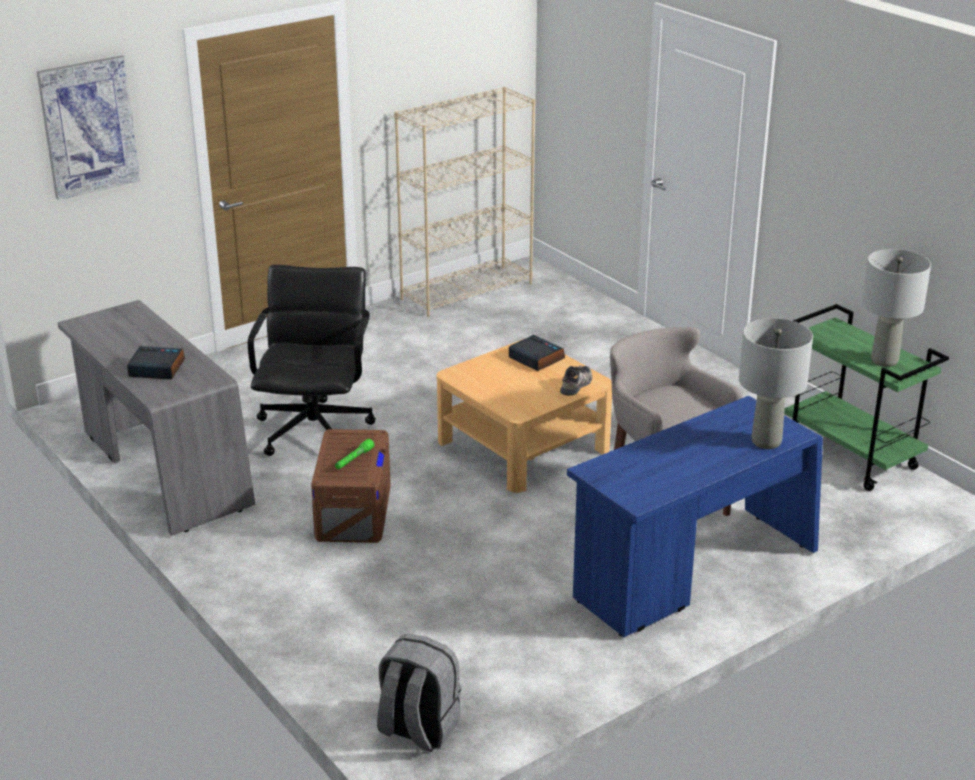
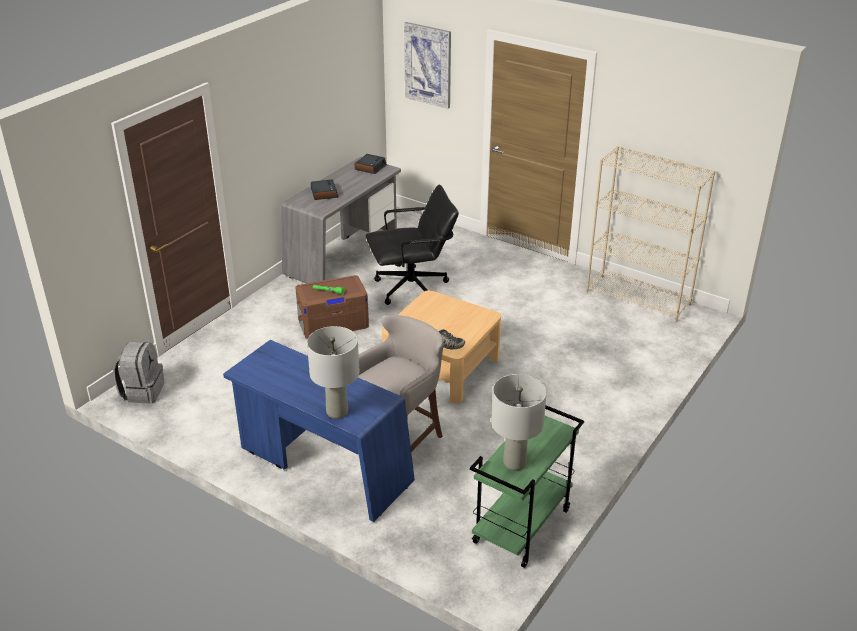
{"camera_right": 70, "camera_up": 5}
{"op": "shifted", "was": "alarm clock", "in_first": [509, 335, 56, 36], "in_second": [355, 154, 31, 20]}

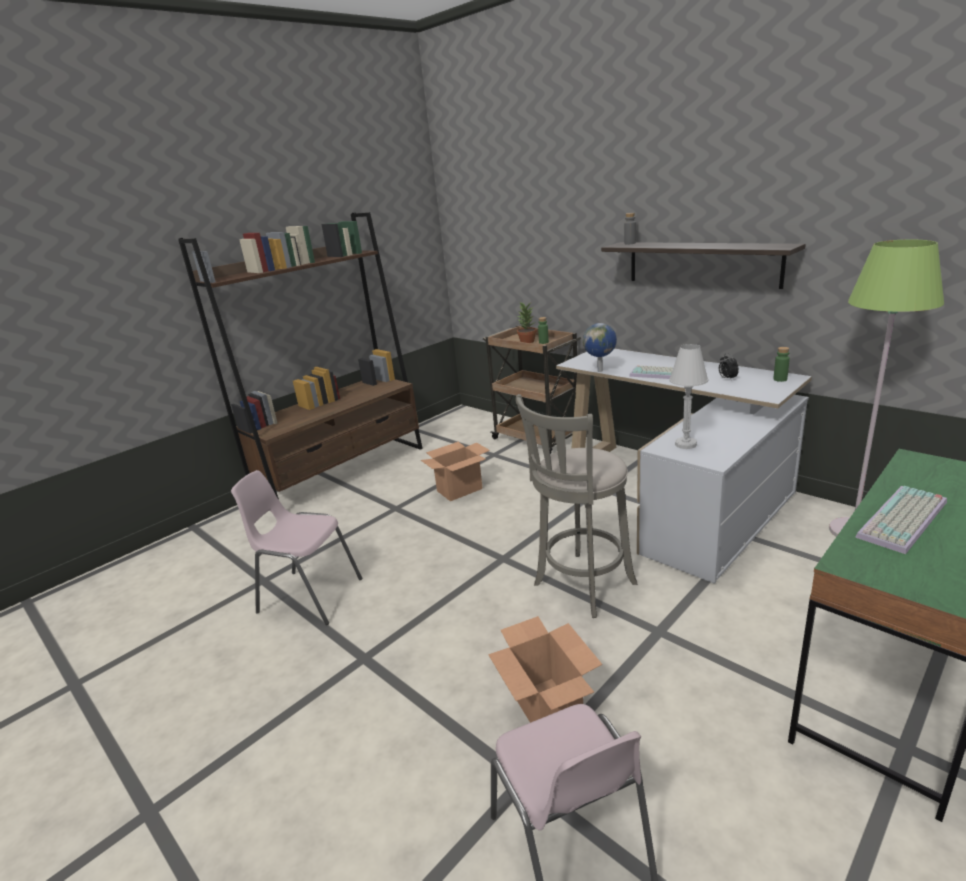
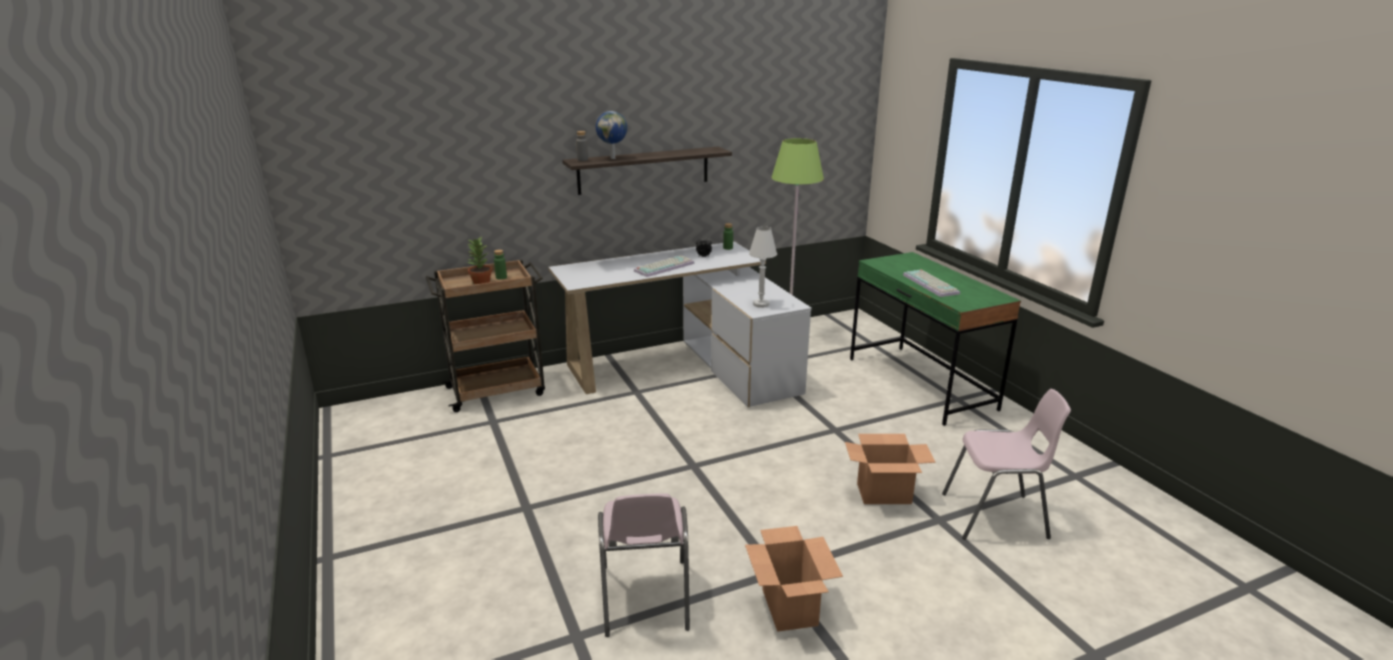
{"camera_right": -70, "camera_up": 0}
{"op": "shifted", "was": "globe", "in_first": [583, 323, 34, 49], "in_second": [596, 111, 31, 48]}
{"op": "rotated", "was": "pink chair", "in_first": [231, 470, 131, 155], "in_second": [598, 494, 92, 143], "clockwise": -45}
{"op": "shifted", "was": "cardboard box", "in_first": [421, 442, 69, 59], "in_second": [745, 526, 98, 106]}
{"op": "gone", "was": "brown bookcase", "in_first": [178, 212, 245, 288]}
{"op": "gone", "was": "grey stool", "in_first": [516, 394, 122, 224]}

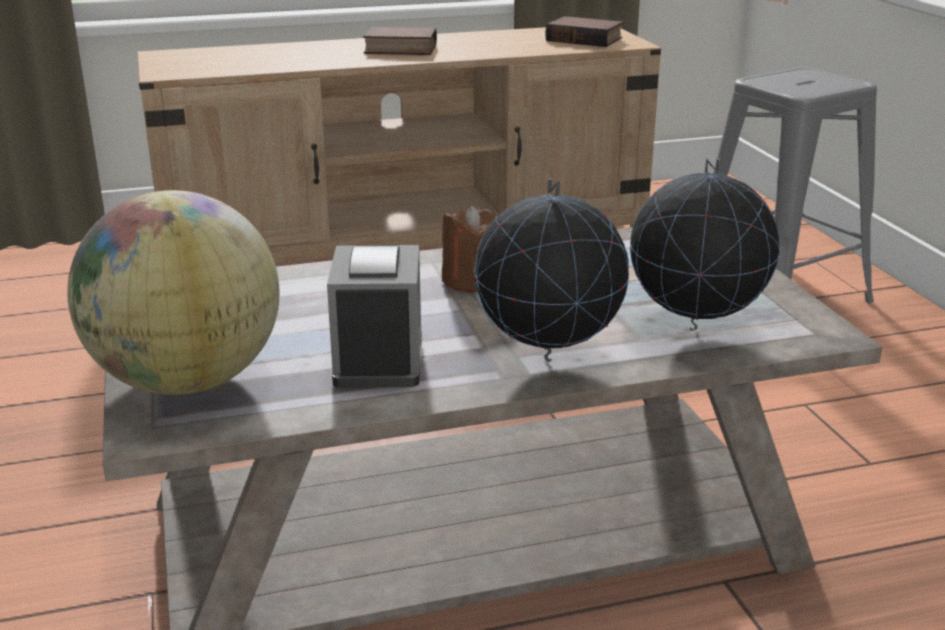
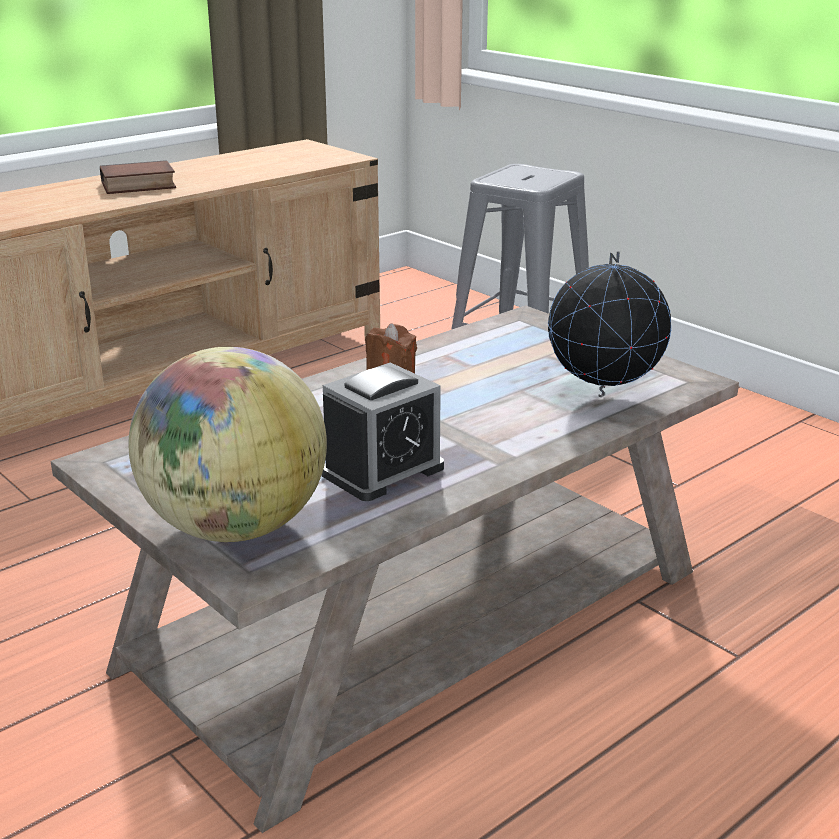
{"camera_right": -25, "camera_up": 0}
{"op": "rotated", "was": "alarm clock", "in_first": [327, 245, 94, 143], "in_second": [322, 362, 122, 139], "clockwise": 75}
{"op": "gone", "was": "globe", "in_first": [474, 178, 155, 184]}
{"op": "gone", "was": "book", "in_first": [545, 16, 78, 31]}

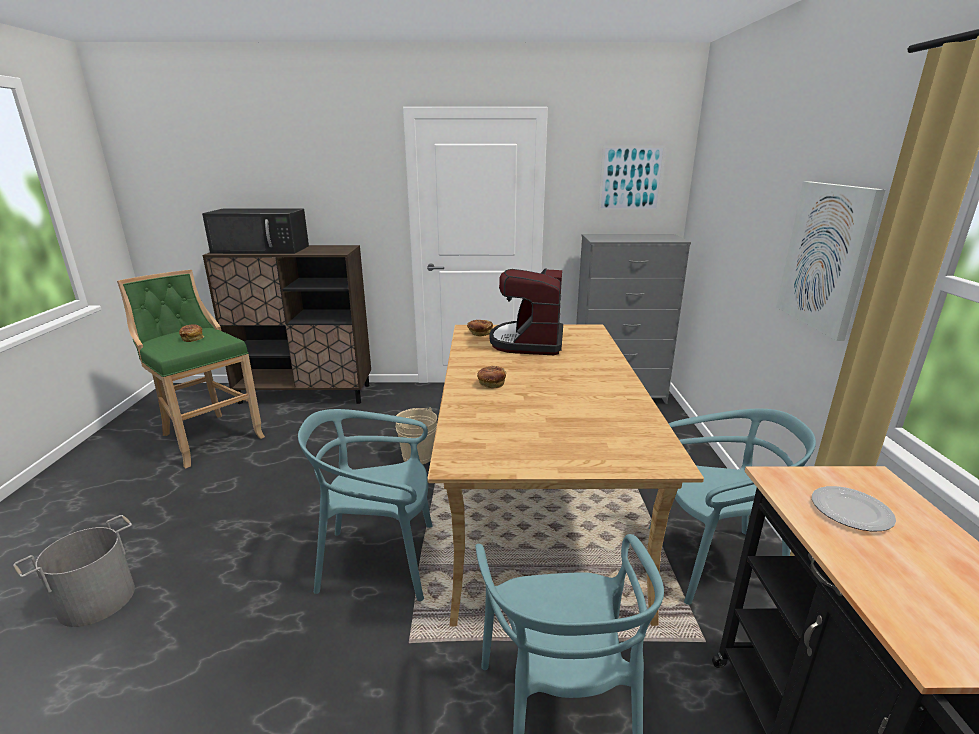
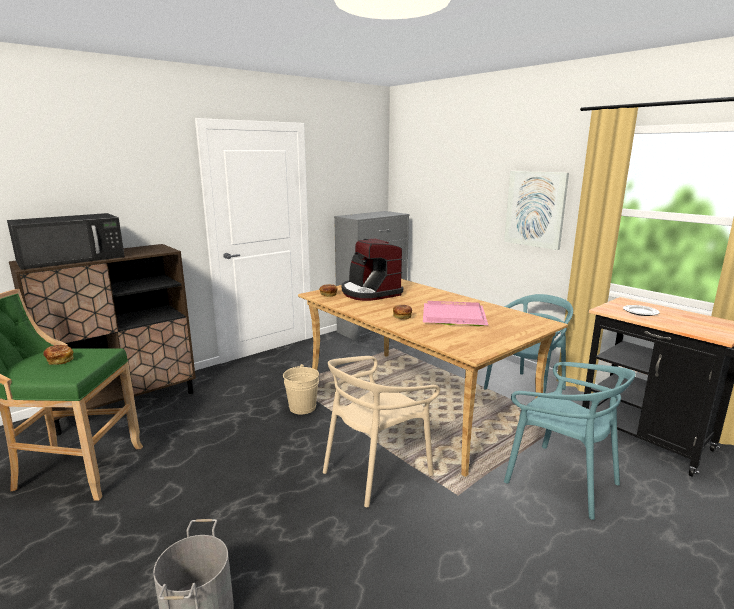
{"camera_right": -40, "camera_up": -5}
{"op": "repainted", "was": "turquoise chair", "now": "beige chair", "in_first": [298, 409, 135, 192], "in_second": [323, 356, 117, 151]}
{"op": "new", "now": "pink tray", "in_second": [423, 301, 65, 25]}
{"op": "gone", "was": "picture", "in_first": [598, 145, 68, 66]}

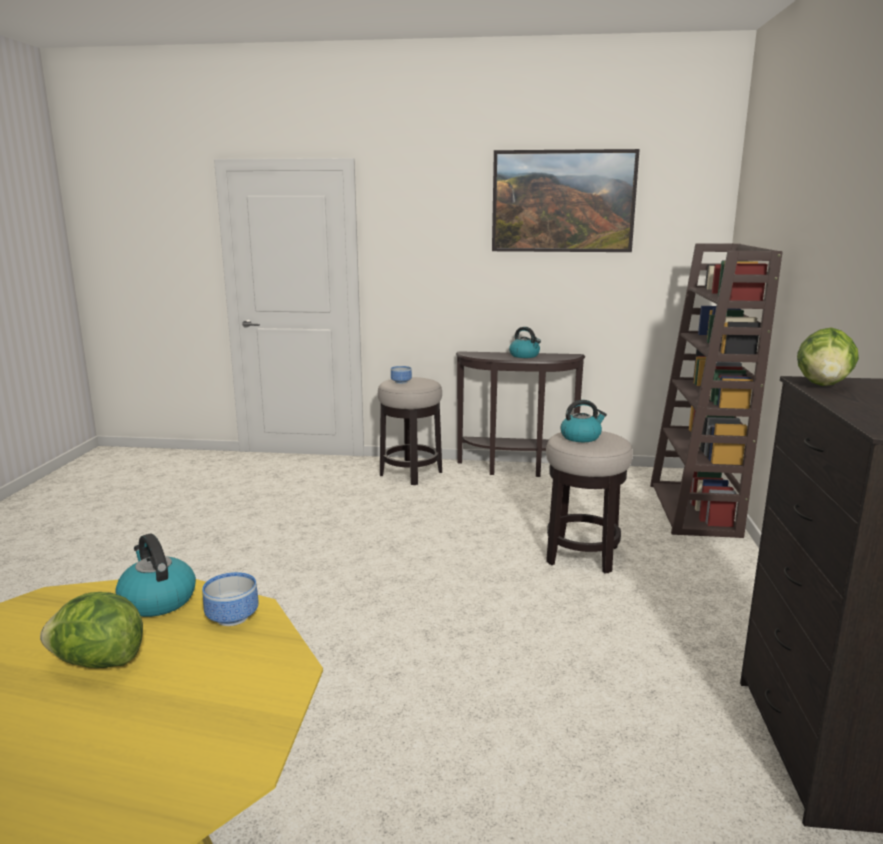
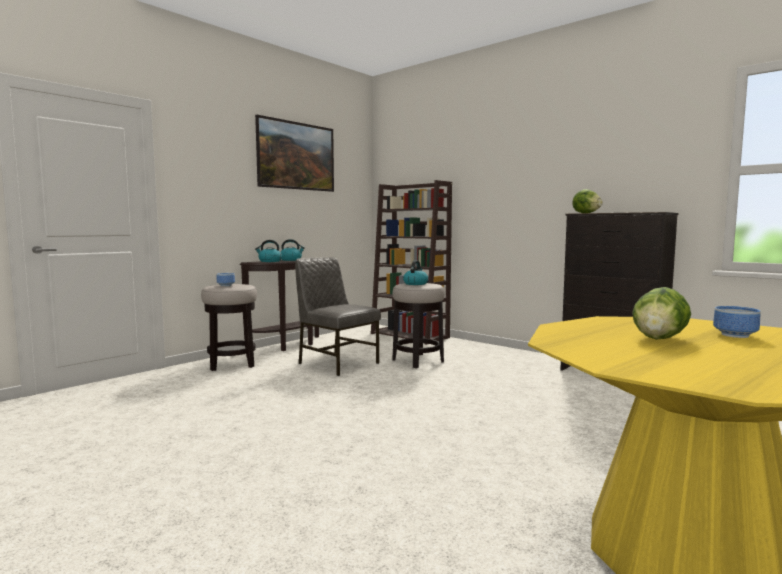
{"camera_right": -55, "camera_up": -10}
{"op": "shifted", "was": "kettle", "in_first": [115, 533, 81, 84], "in_second": [255, 240, 27, 22]}
{"op": "new", "now": "grey chair", "in_second": [295, 257, 86, 119]}
{"op": "shifted", "was": "bowl", "in_first": [202, 572, 57, 54], "in_second": [713, 306, 48, 32]}

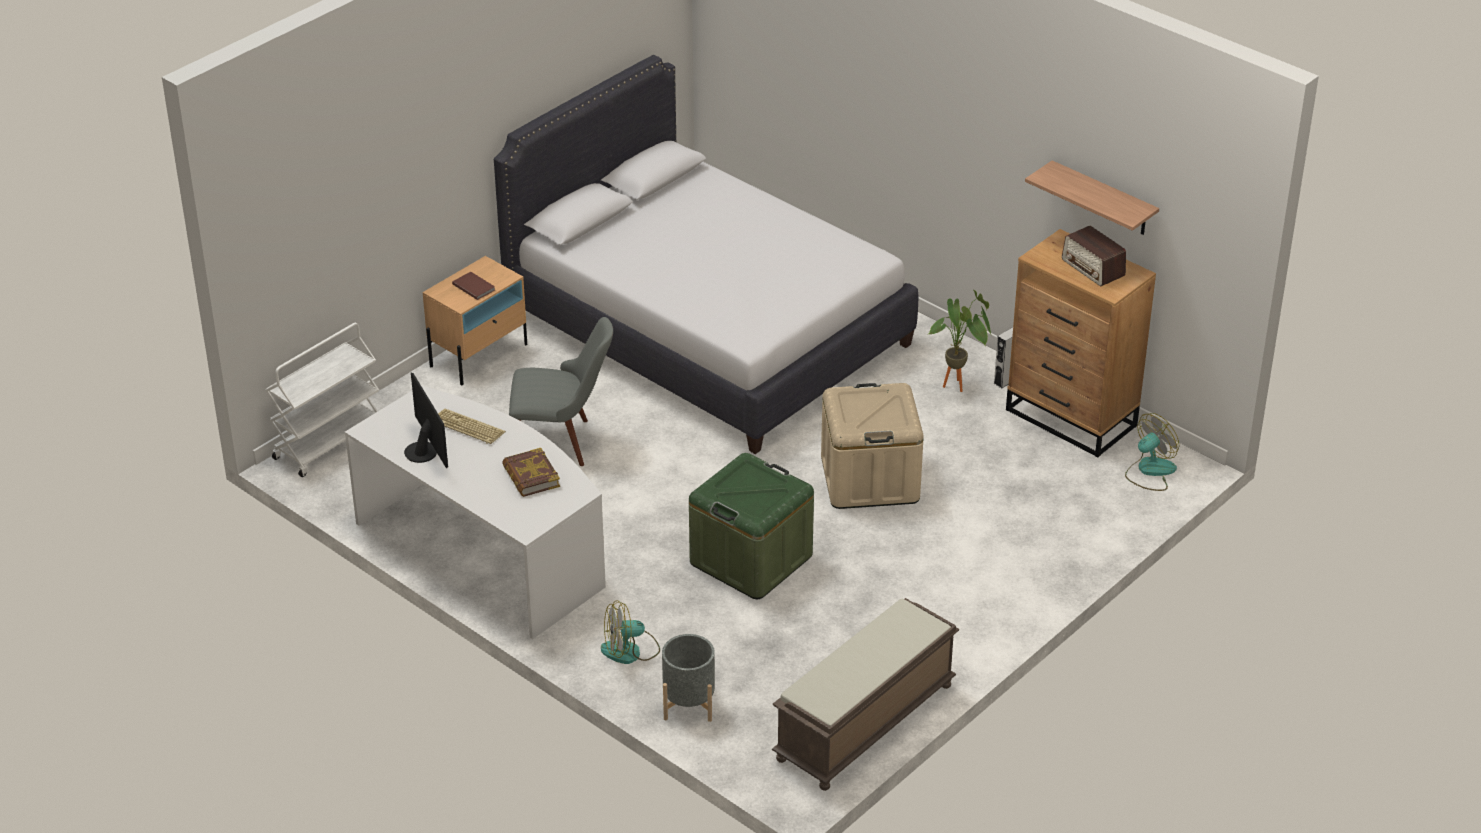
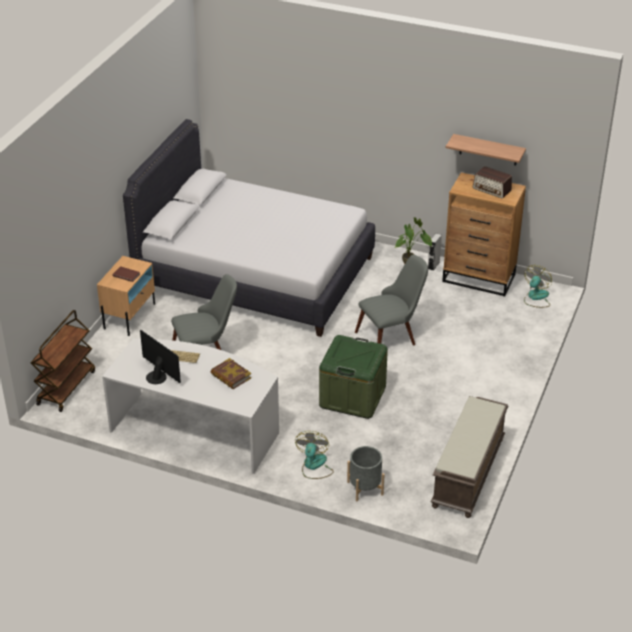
{"camera_right": -20, "camera_up": 0}
{"op": "repainted", "was": "white cart", "now": "brown cart", "in_first": [266, 323, 113, 154], "in_second": [31, 310, 64, 102]}
{"op": "rotated", "was": "fan", "in_first": [601, 600, 59, 64], "in_second": [295, 431, 39, 48], "clockwise": 135}
{"op": "swapped", "was": "beige storage box", "now": "grey chair", "in_first": [821, 383, 103, 126], "in_second": [355, 255, 73, 90]}

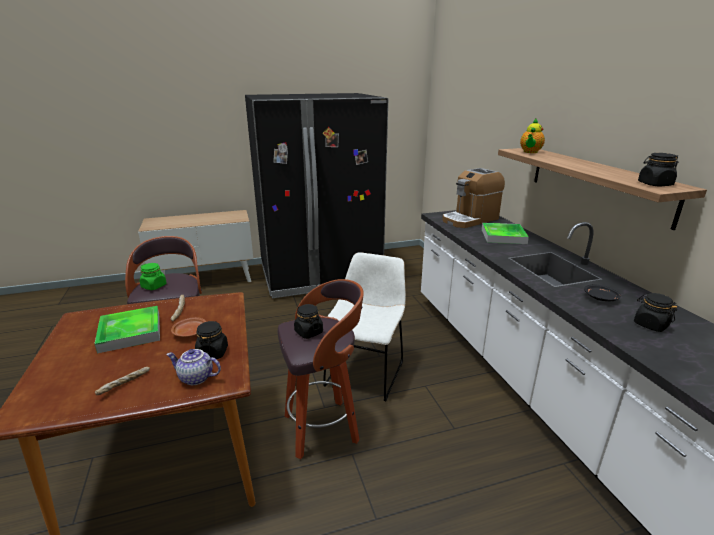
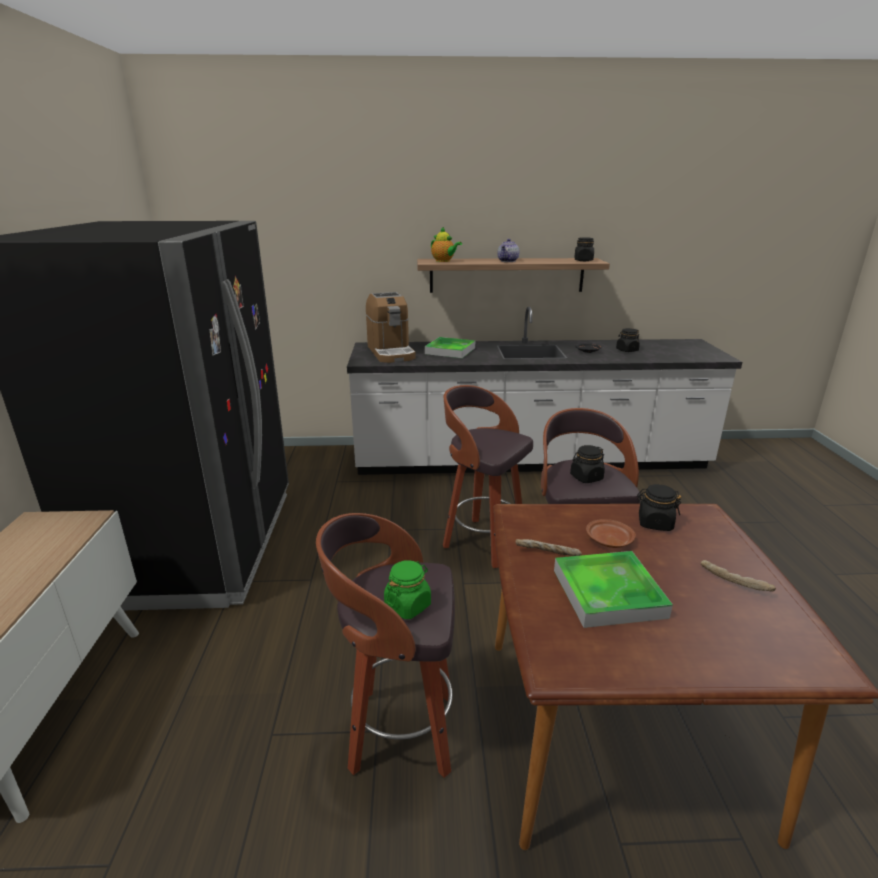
{"camera_right": -75, "camera_up": 0}
{"op": "swapped", "was": "white chair", "now": "stool", "in_first": [323, 252, 83, 149], "in_second": [443, 385, 90, 183]}
{"op": "shifted", "was": "teapot", "in_first": [166, 349, 55, 36], "in_second": [497, 239, 22, 23]}

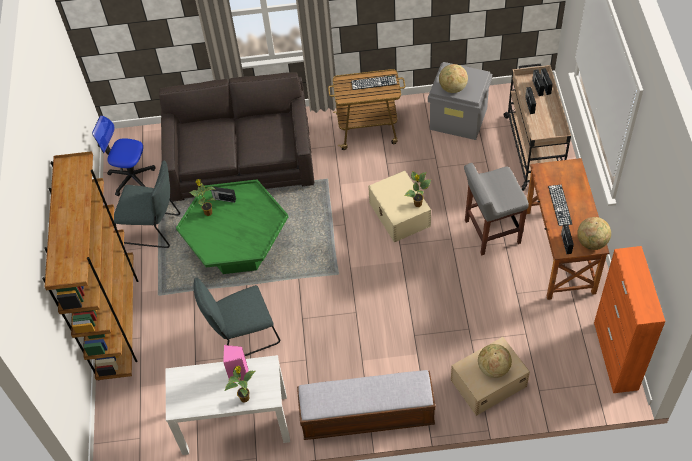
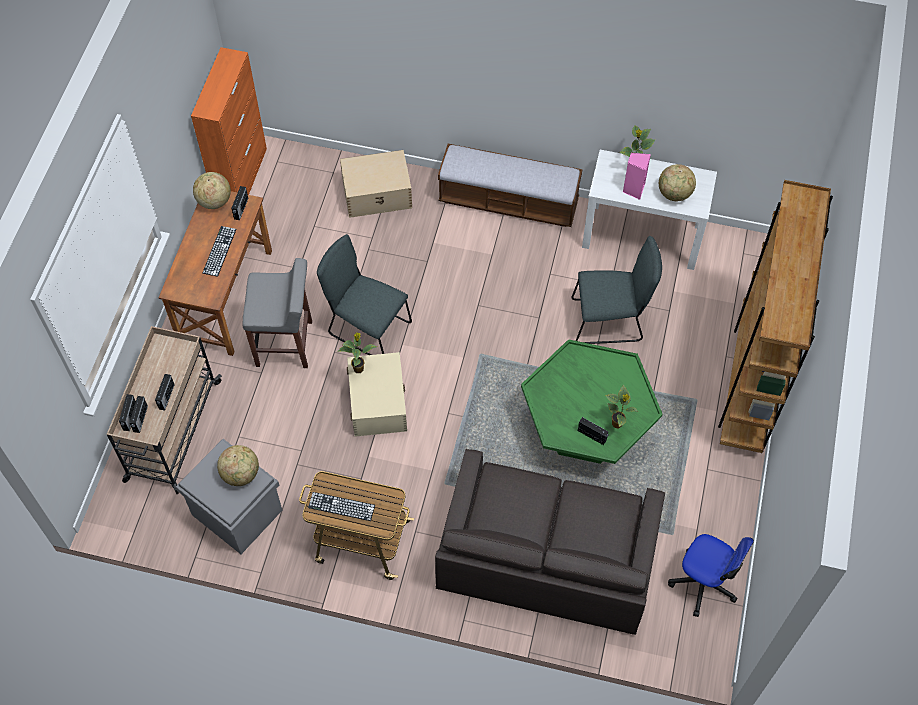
{"camera_right": -165, "camera_up": 5}
{"op": "shifted", "was": "grey chair", "in_first": [114, 161, 66, 87], "in_second": [317, 234, 95, 121]}
{"op": "shifted", "was": "globe", "in_first": [478, 344, 34, 34], "in_second": [659, 164, 37, 37]}

